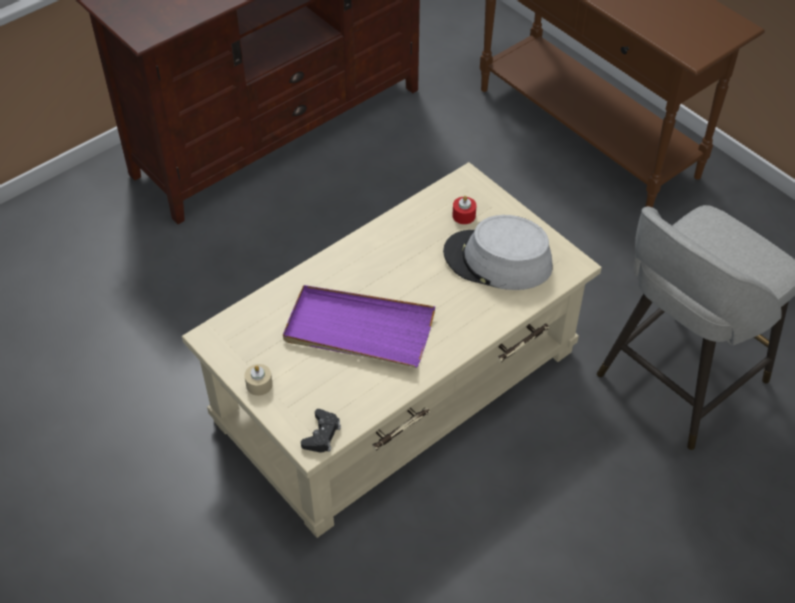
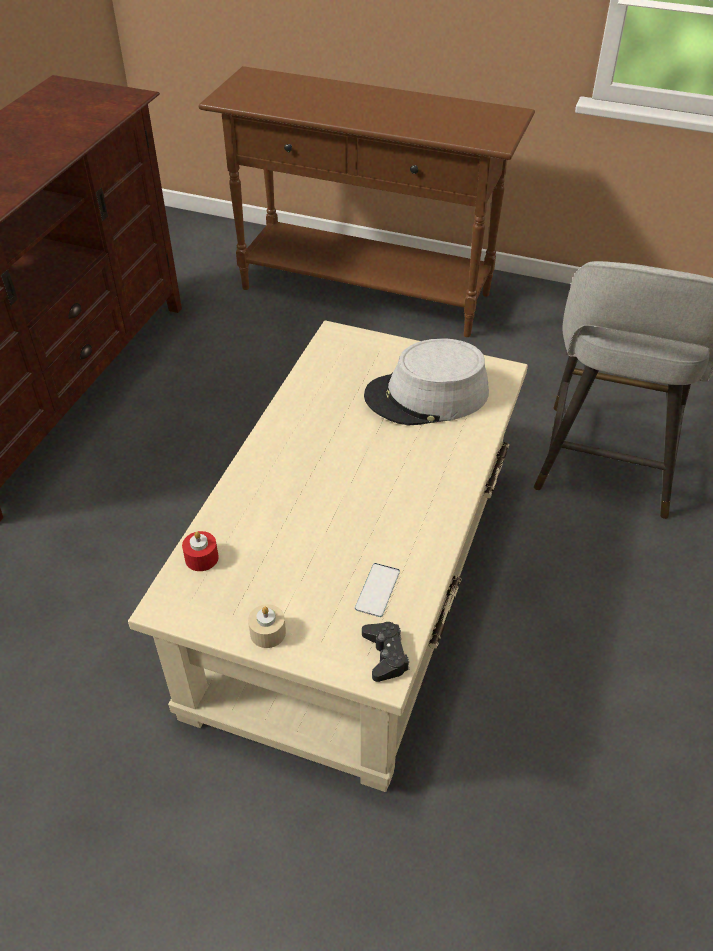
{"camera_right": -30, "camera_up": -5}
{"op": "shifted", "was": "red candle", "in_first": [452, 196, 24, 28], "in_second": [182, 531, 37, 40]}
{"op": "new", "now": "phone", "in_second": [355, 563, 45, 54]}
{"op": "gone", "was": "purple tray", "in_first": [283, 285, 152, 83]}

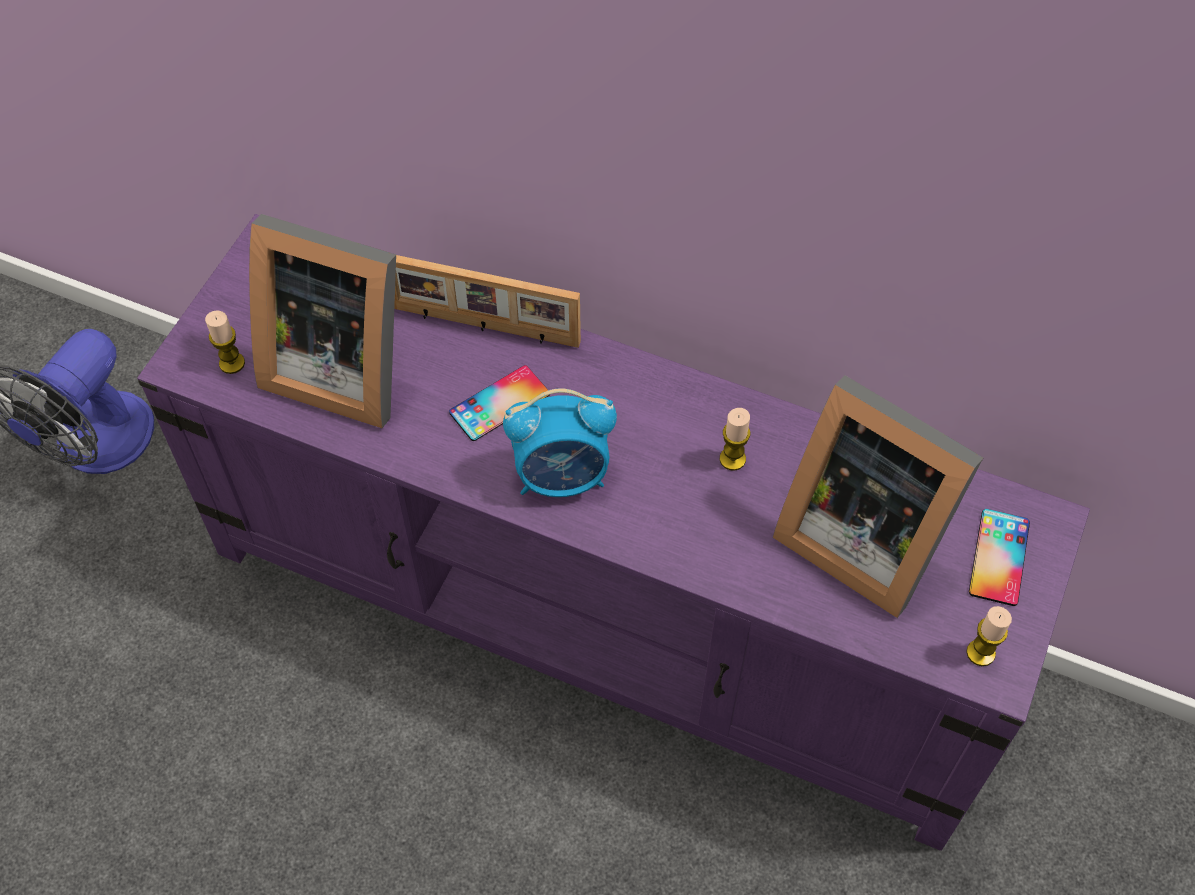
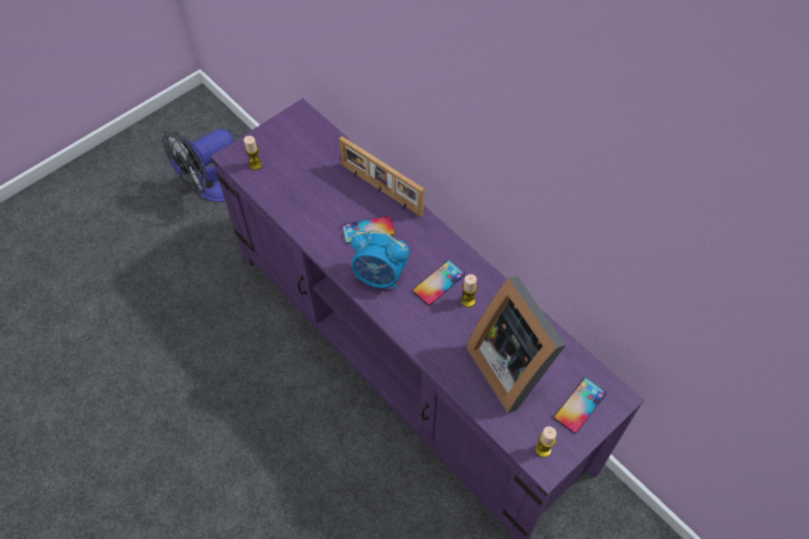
{"camera_right": 25, "camera_up": 0}
{"op": "new", "now": "phone", "in_second": [412, 260, 53, 46]}
{"op": "gone", "was": "picture frame", "in_first": [249, 214, 147, 214]}

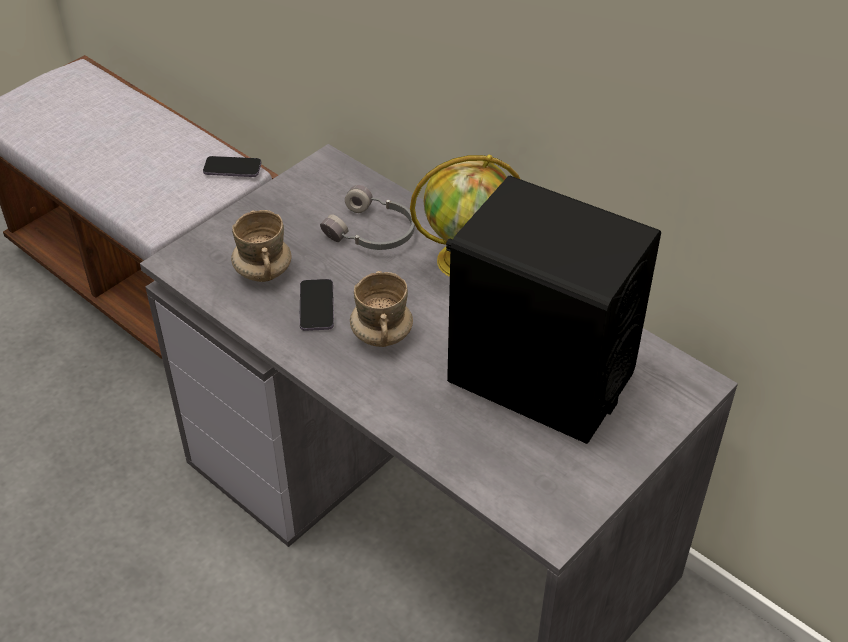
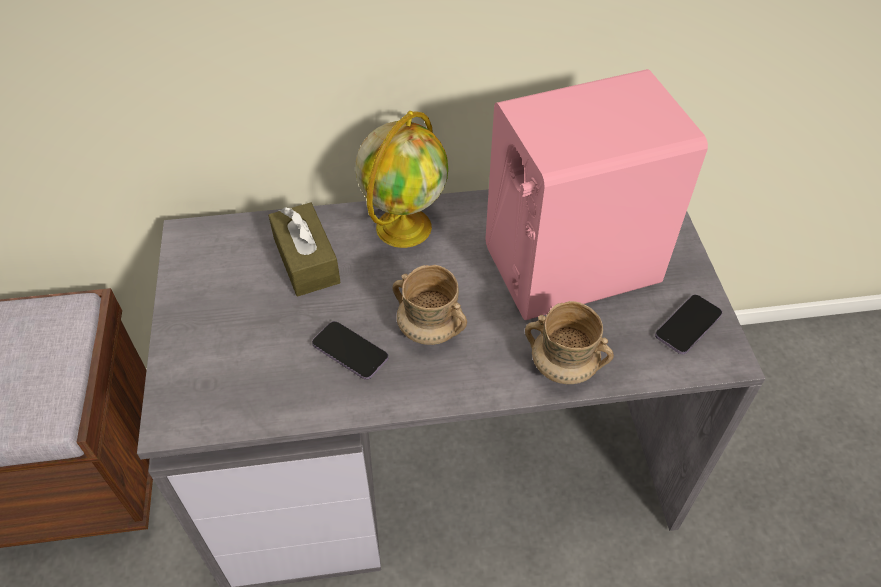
{"camera_right": -50, "camera_up": 5}
{"op": "swapped", "was": "grey headphones", "now": "brown tissue box", "in_first": [320, 185, 95, 65], "in_second": [268, 202, 73, 95]}
{"op": "repainted", "was": "black speaker", "now": "pink speaker", "in_first": [446, 176, 215, 268], "in_second": [485, 69, 223, 251]}
{"op": "shifted", "was": "beige mug", "in_first": [231, 210, 61, 72], "in_second": [525, 301, 89, 83]}
{"op": "shifted", "was": "phone", "in_first": [203, 156, 58, 21], "in_second": [655, 295, 67, 59]}

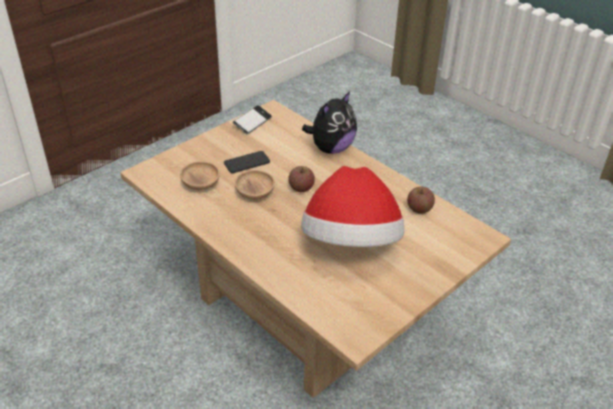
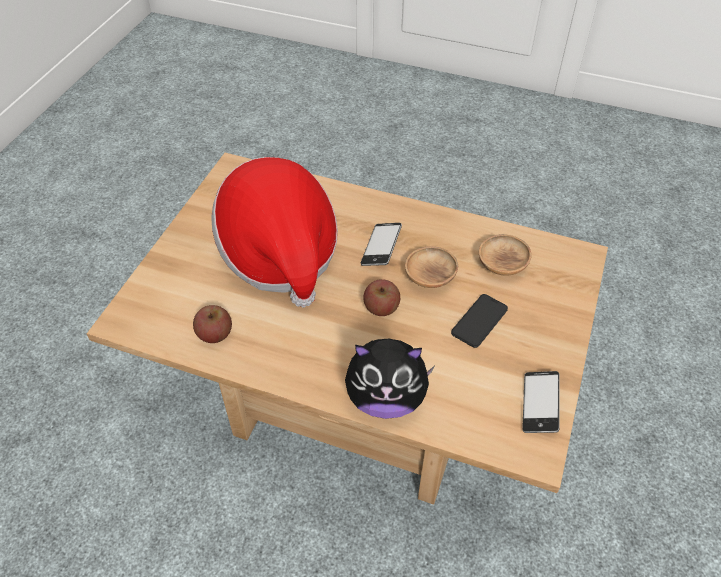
{"camera_right": 155, "camera_up": 10}
{"op": "rotated", "was": "plush toy", "in_first": [302, 91, 55, 63], "in_second": [345, 339, 89, 80], "clockwise": -105}
{"op": "new", "now": "phone", "in_second": [361, 223, 41, 43]}

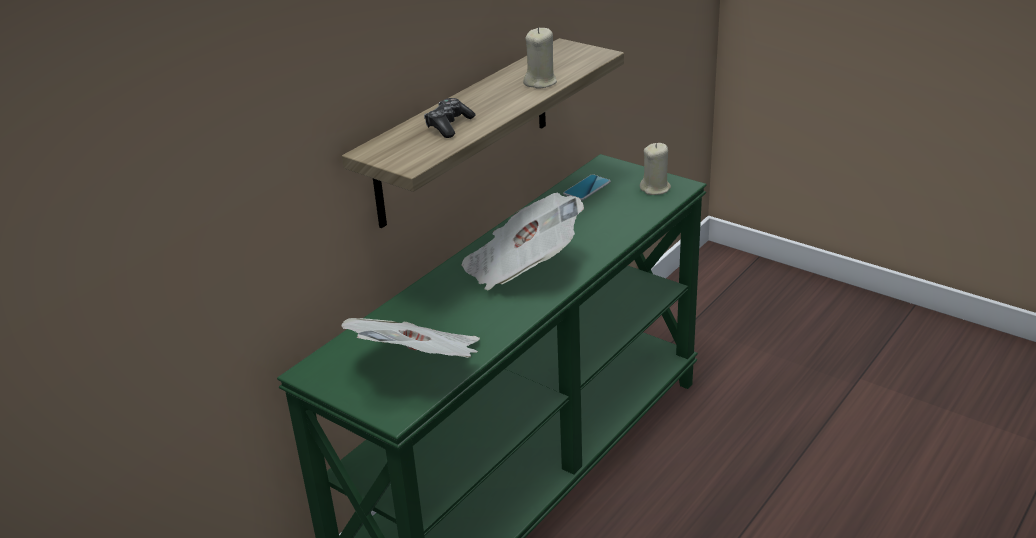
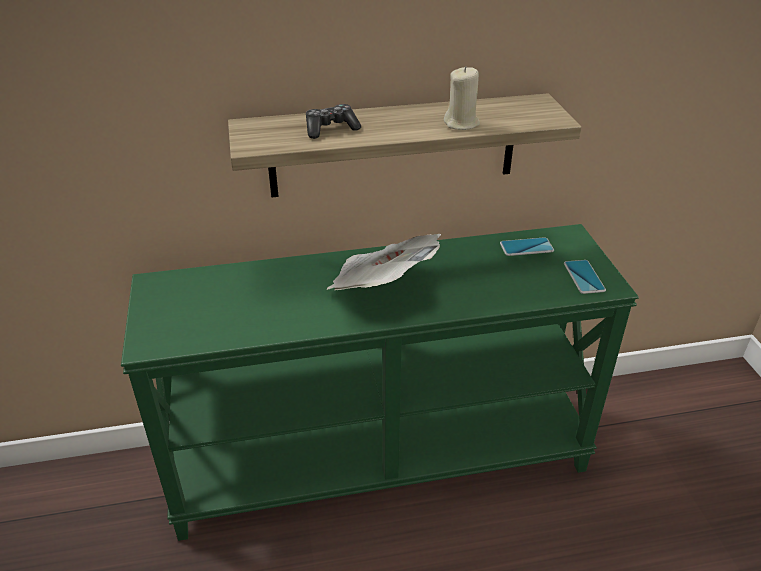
{"camera_right": 40, "camera_up": 5}
{"op": "swapped", "was": "beige candle", "now": "phone", "in_first": [640, 143, 31, 52], "in_second": [564, 260, 42, 34]}
{"op": "gone", "was": "newspaper", "in_first": [342, 318, 138, 40]}

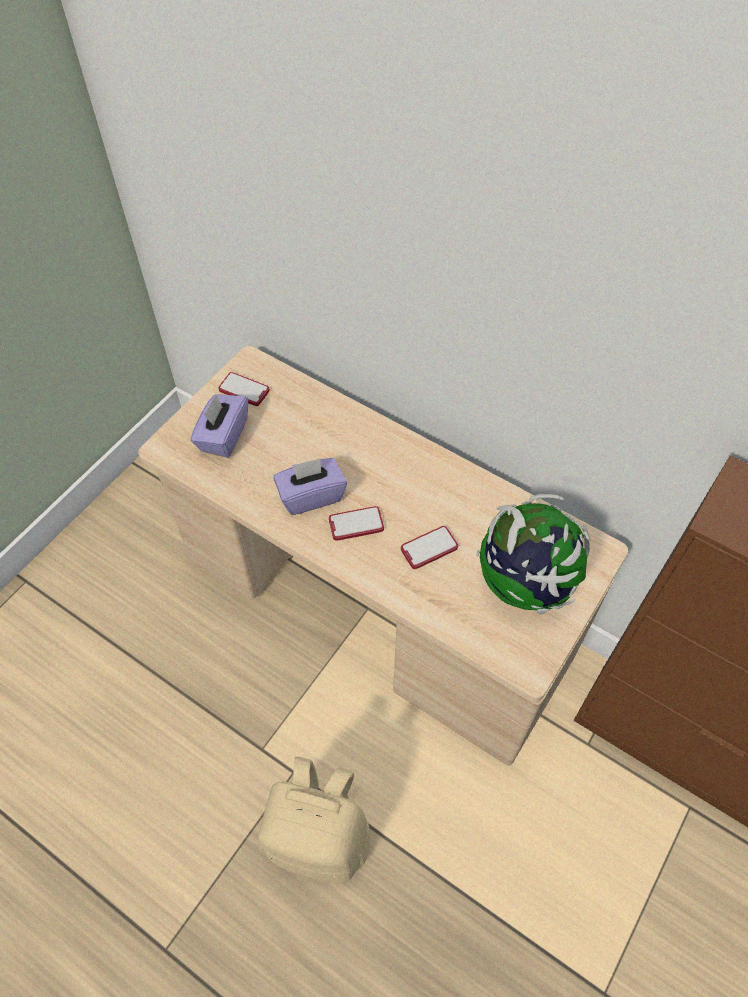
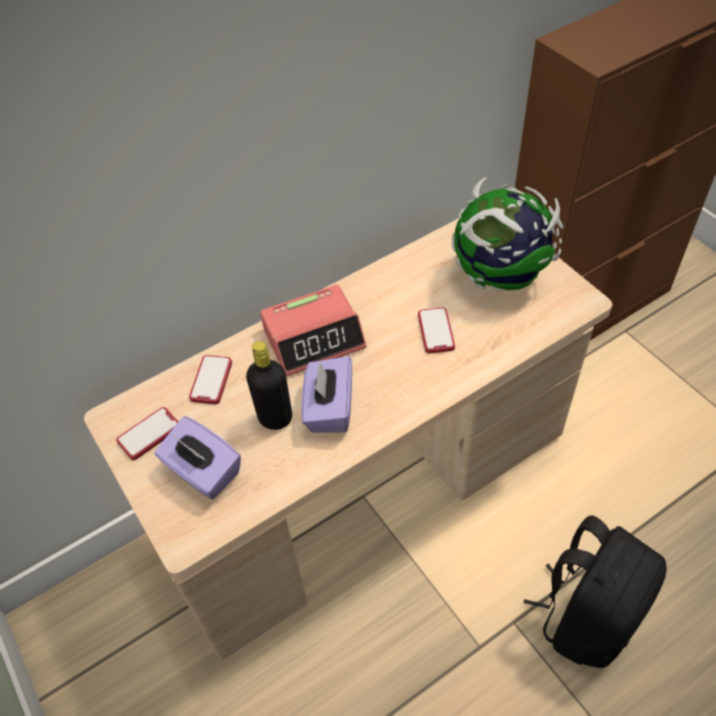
{"camera_right": -65, "camera_up": -5}
{"op": "shifted", "was": "phone", "in_first": [329, 506, 55, 35], "in_second": [189, 355, 43, 49]}
{"op": "new", "now": "black bottle", "in_second": [246, 341, 46, 89]}
{"op": "new", "now": "alarm clock", "in_second": [260, 285, 107, 91]}
{"op": "repainted", "was": "beige backpack", "now": "black backpack", "in_first": [258, 757, 112, 126], "in_second": [523, 515, 144, 153]}

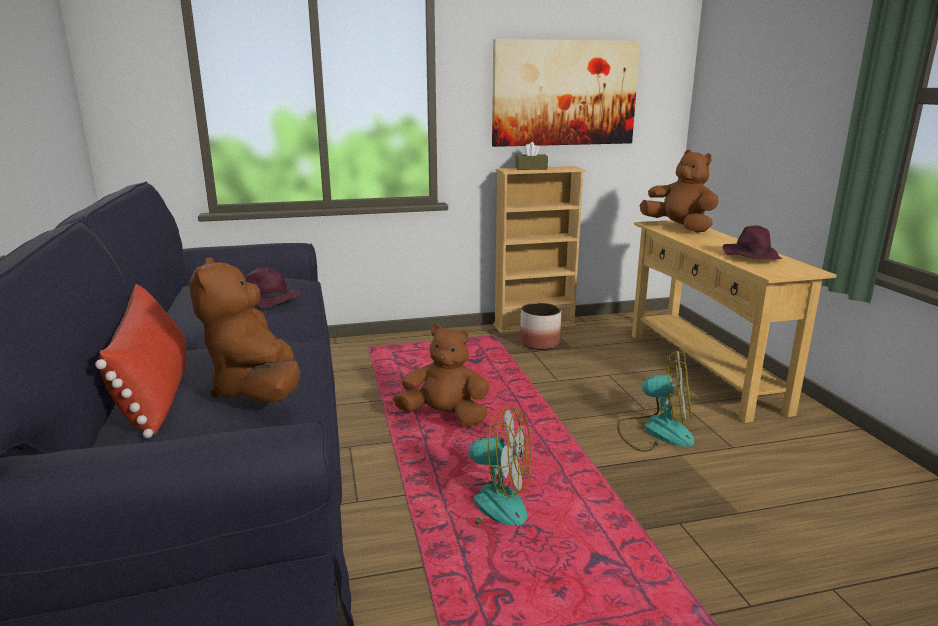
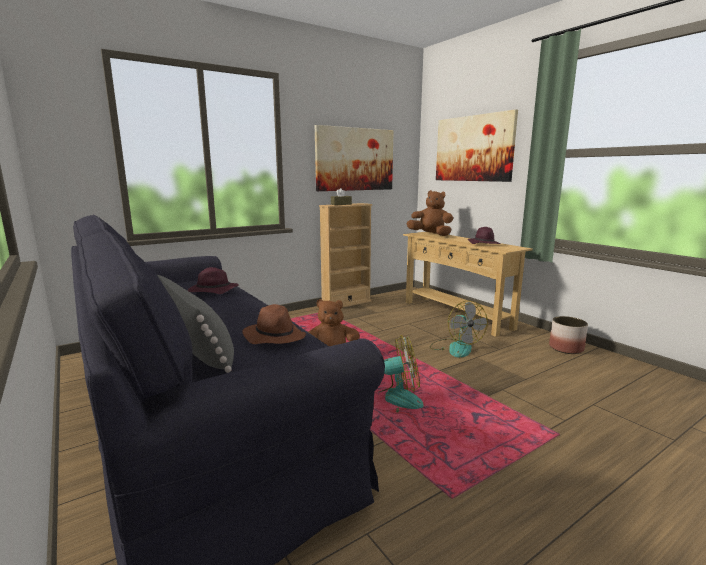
{"camera_right": -20, "camera_up": -5}
{"op": "repainted", "was": "red pillow", "now": "grey pillow", "in_first": [95, 284, 92, 154], "in_second": [157, 275, 77, 98]}
{"op": "swapped", "was": "brown plush toy", "now": "brown hat", "in_first": [189, 257, 111, 146], "in_second": [242, 304, 64, 40]}
{"op": "rotated", "was": "fan", "in_first": [617, 348, 78, 104], "in_second": [430, 301, 58, 57], "clockwise": 75}
{"op": "new", "now": "picture", "in_second": [436, 109, 82, 73]}
{"op": "shifted", "was": "planter", "in_first": [520, 303, 41, 47], "in_second": [549, 316, 39, 38]}

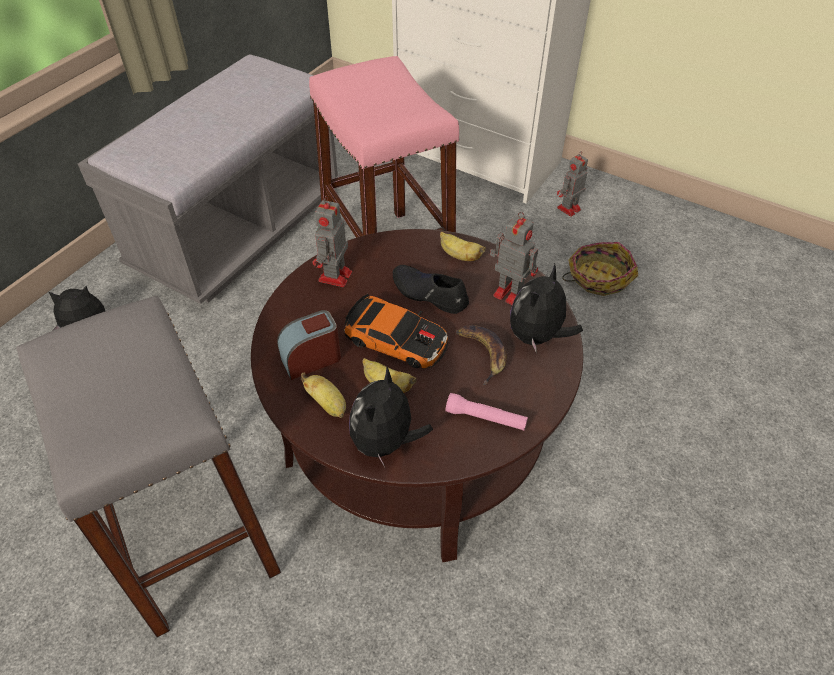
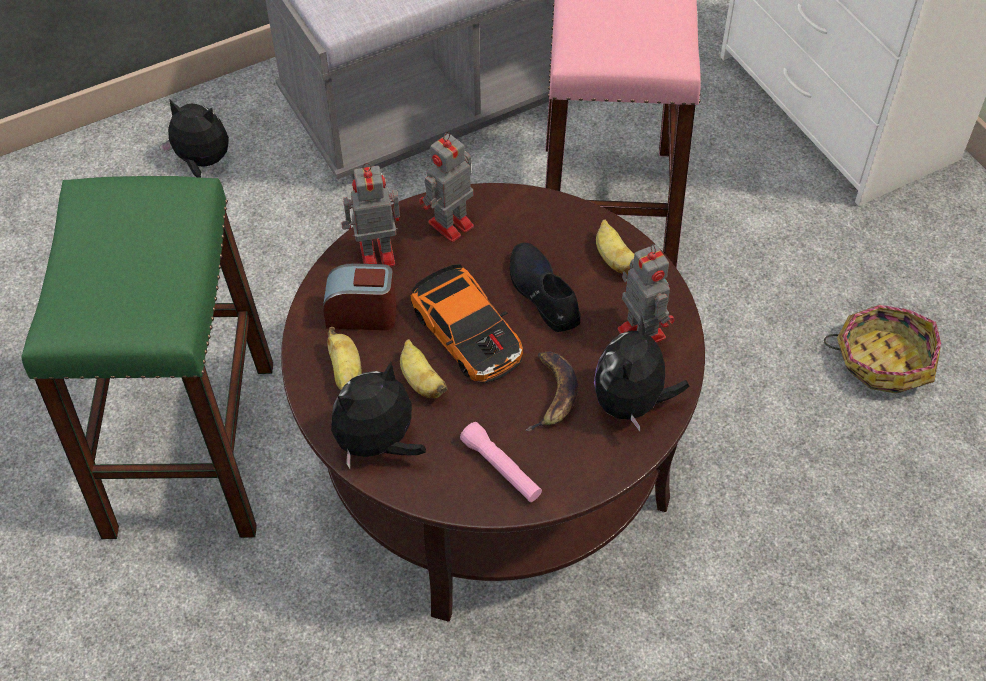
{"camera_right": 30, "camera_up": 5}
{"op": "repainted", "was": "grey stool", "now": "green stool", "in_first": [16, 296, 265, 342], "in_second": [21, 176, 252, 363]}
{"op": "shifted", "was": "toy robot", "in_first": [557, 151, 31, 66], "in_second": [341, 163, 59, 104]}
{"op": "rotated", "was": "plush toy", "in_first": [510, 264, 73, 87], "in_second": [594, 316, 95, 115], "clockwise": -45}

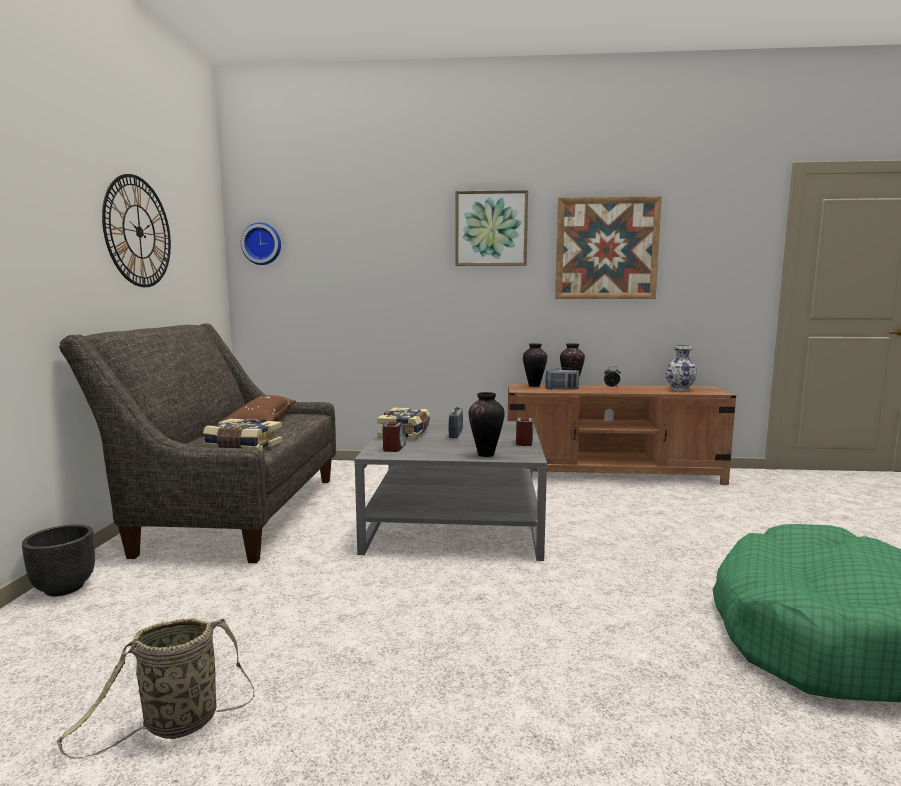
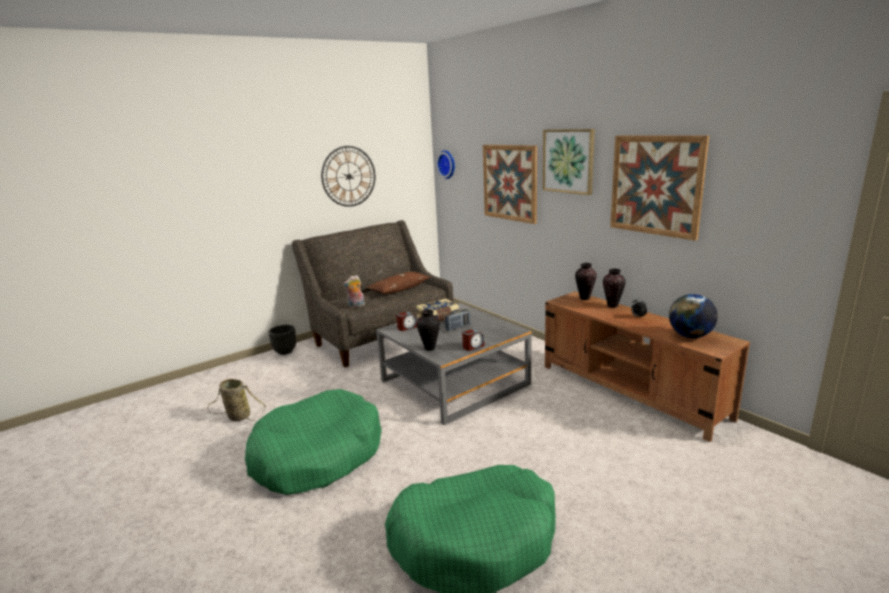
{"camera_right": 50, "camera_up": 10}
{"op": "new", "now": "green dog bed", "in_second": [245, 389, 137, 106]}
{"op": "swapped", "was": "book", "now": "plush toy", "in_first": [203, 419, 80, 33], "in_second": [343, 275, 22, 33]}
{"op": "new", "now": "picture", "in_second": [483, 145, 54, 79]}
{"op": "swapped", "was": "vase", "now": "globe", "in_first": [666, 345, 31, 46], "in_second": [669, 294, 49, 44]}
{"op": "gone", "was": "radio", "in_first": [545, 368, 34, 22]}

